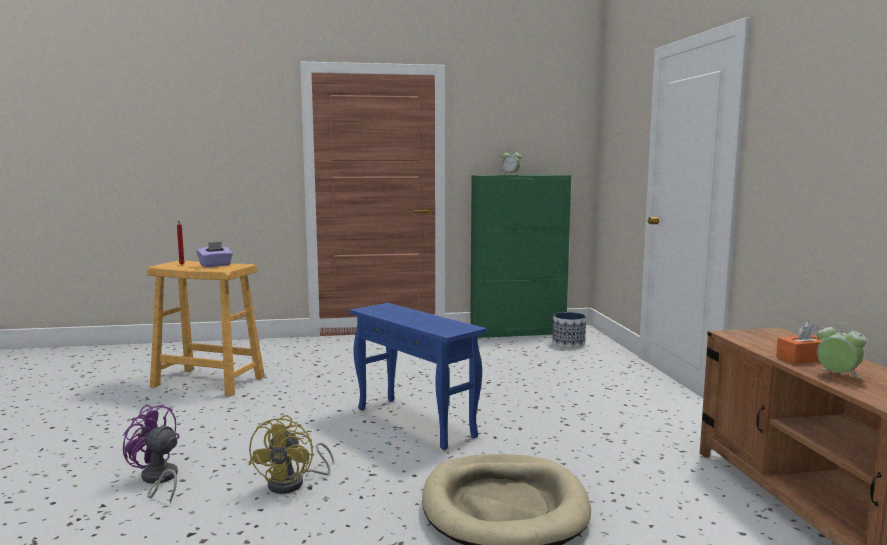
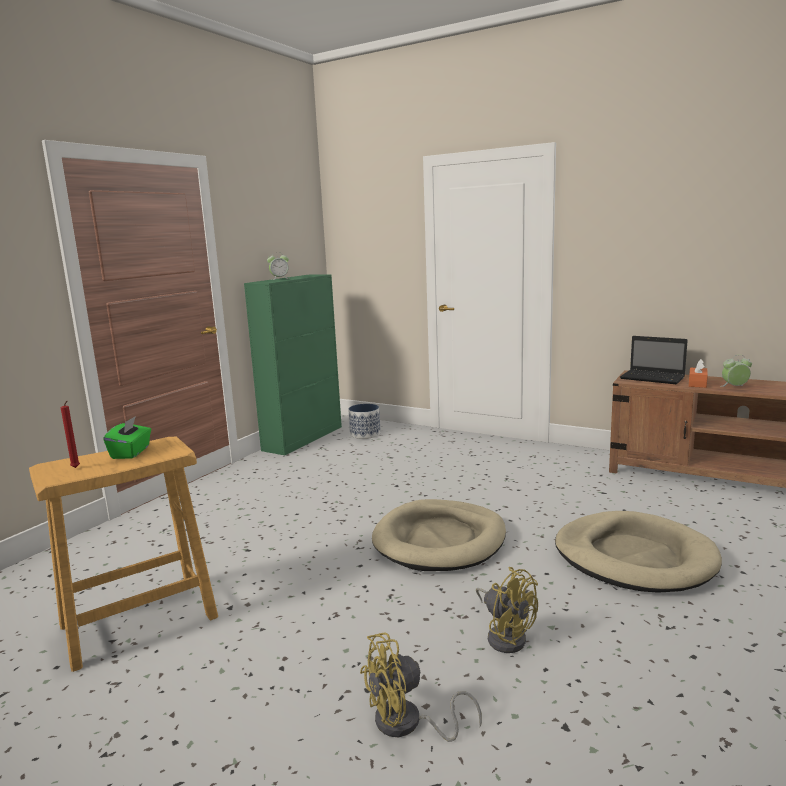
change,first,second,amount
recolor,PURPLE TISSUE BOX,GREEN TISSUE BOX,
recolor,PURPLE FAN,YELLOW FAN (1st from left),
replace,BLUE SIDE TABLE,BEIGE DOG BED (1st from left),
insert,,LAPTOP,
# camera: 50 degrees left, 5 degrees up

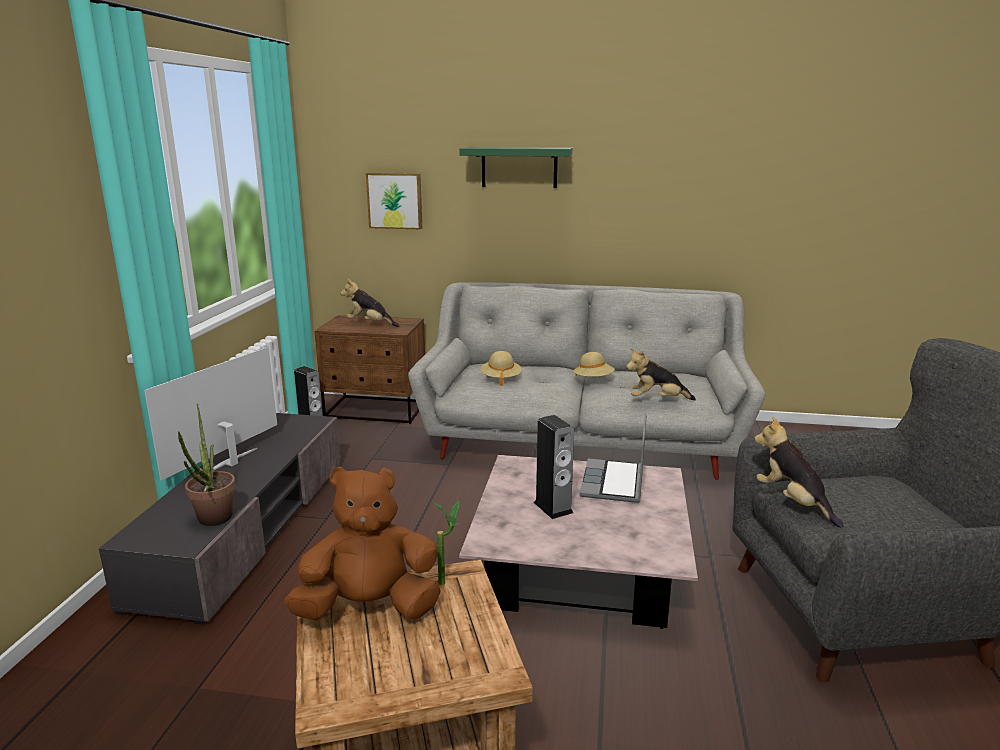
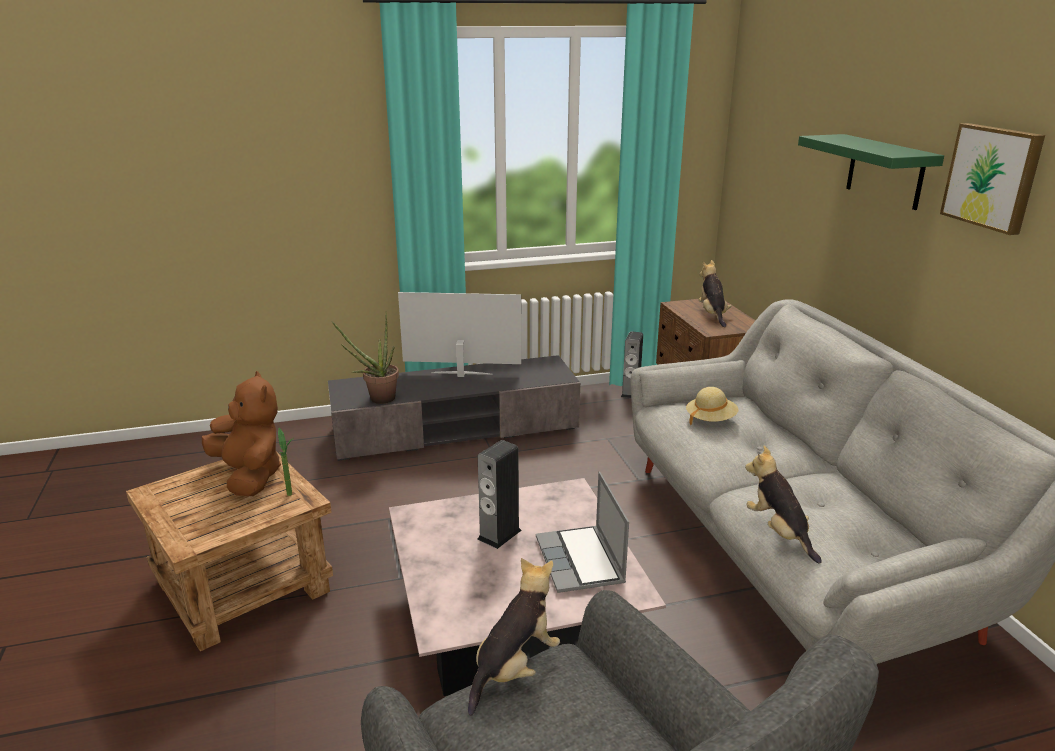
change,first,second,amount
rotate,LAPTOP,,90 degrees counterclockwise
move,PICTURE,,
delete,BEIGE HAT (2nd from left),,
# camera: 65 degrees right, 5 degrees up

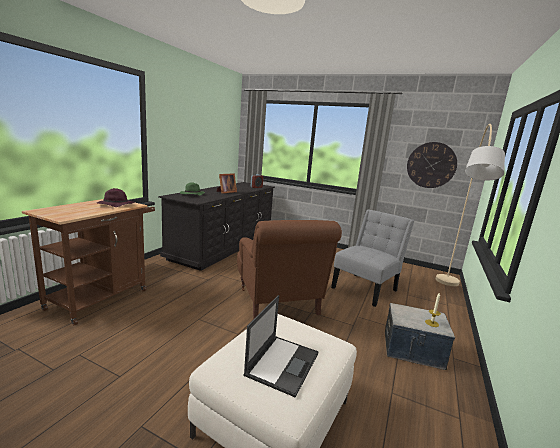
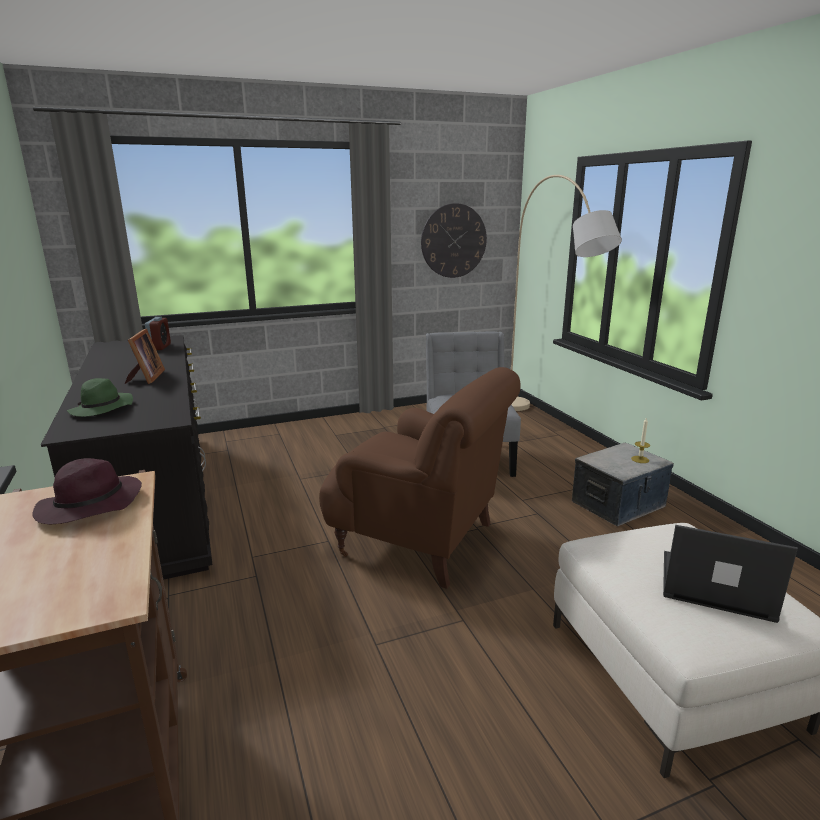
change,first,second,amount
rotate,LAPTOP,,45 degrees counterclockwise
# camera: 45 degrees left, 5 degrees up

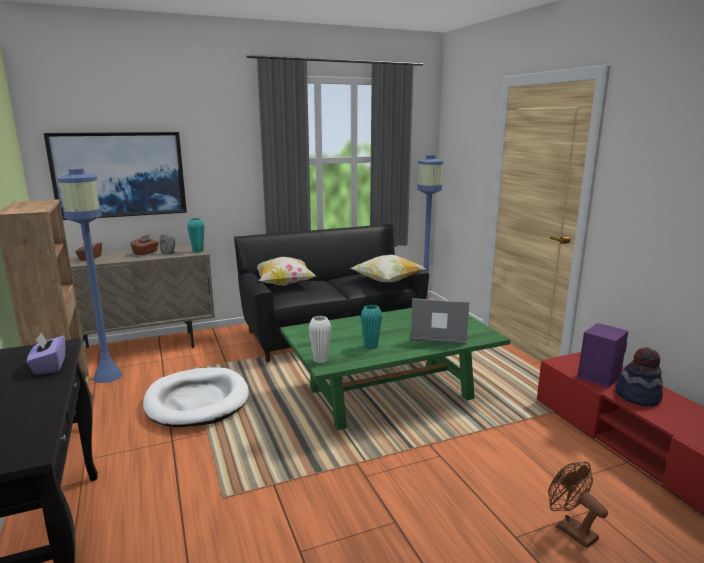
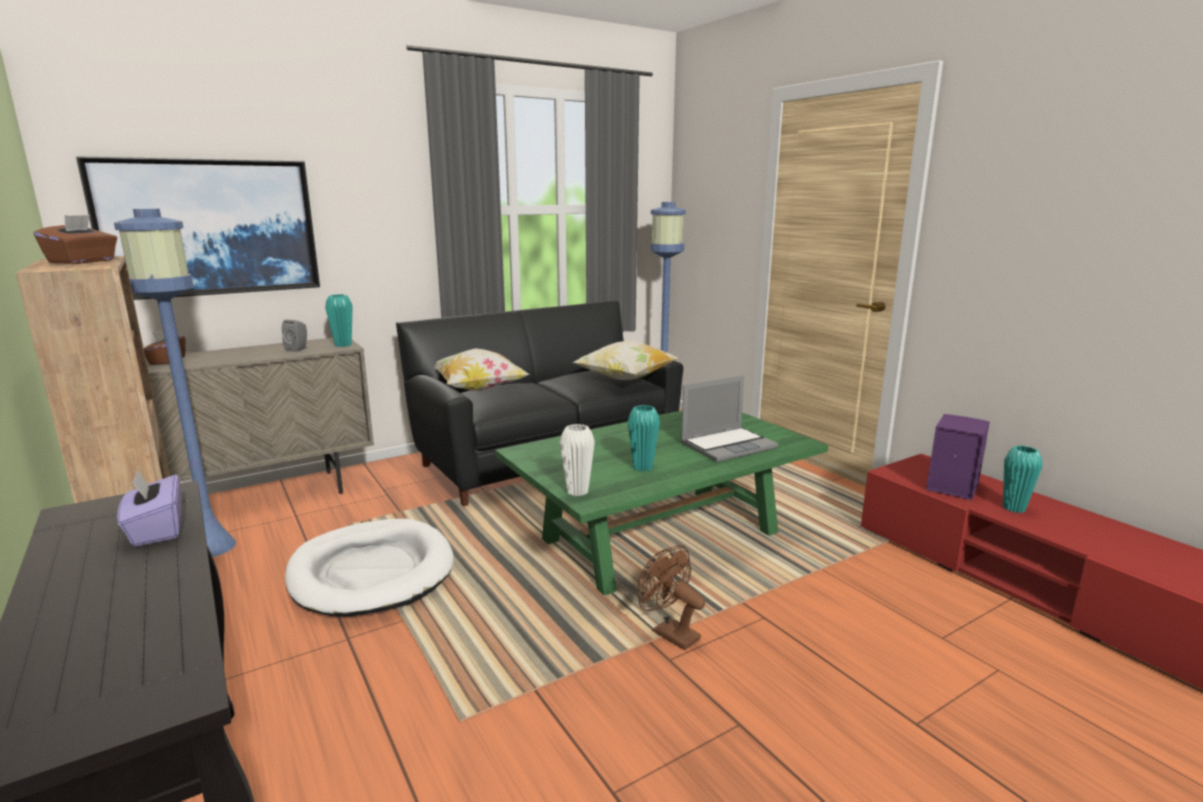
change,first,second,amount
move,BROWN TISSUE BOX (2nd from left in the first image),BROWN TISSUE BOX (1st from left),
move,BROWN FAN,,
rotate,LAPTOP,,150 degrees clockwise
replace,HAT,TURQUOISE VASE (3rd from left),
# camera: 10 degrees left, 0 degrees up

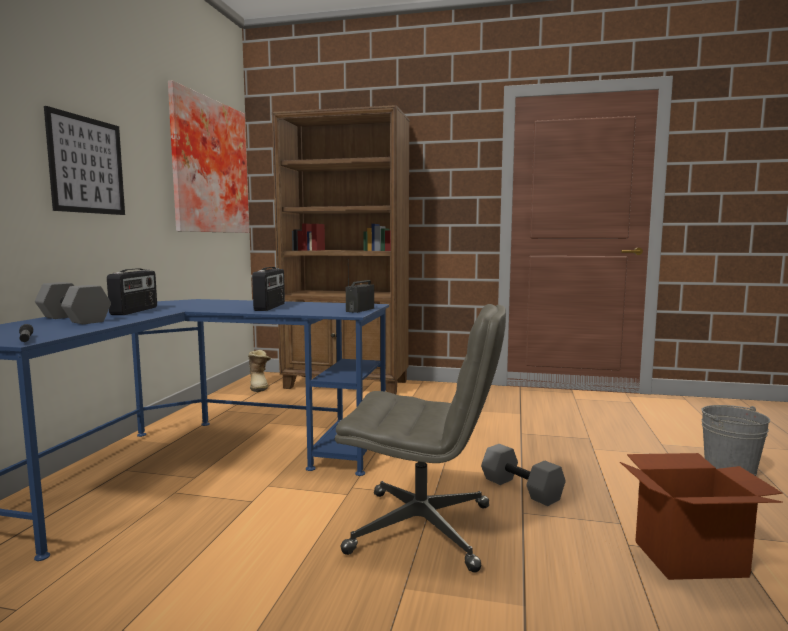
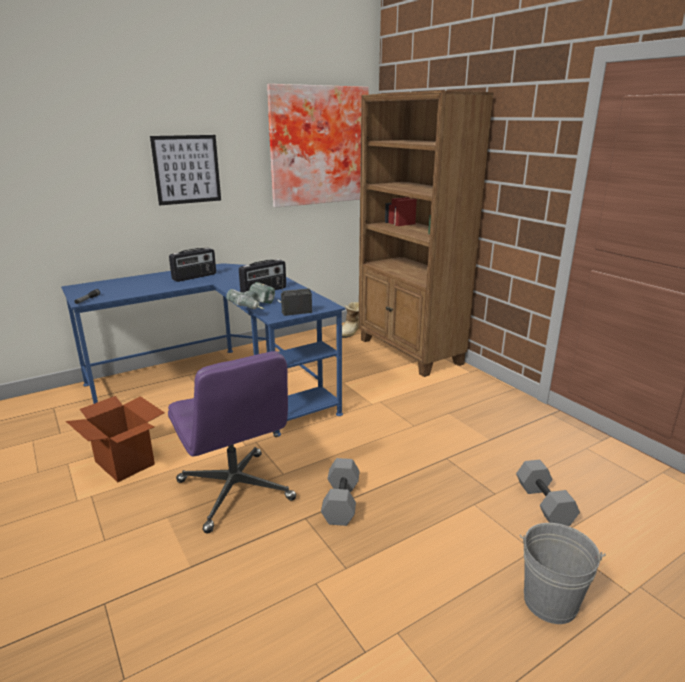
change,first,second,amount
move,CARDBOARD BOX,,
recolor,GREY OFFICE CHAIR,PURPLE OFFICE CHAIR,
insert,,POWER DRILL,
move,GREY DUMBBELL (1st from left in the first image),GREY DUMBBELL (2nd from left),
# camera: 45 degrees right, 15 degrees up

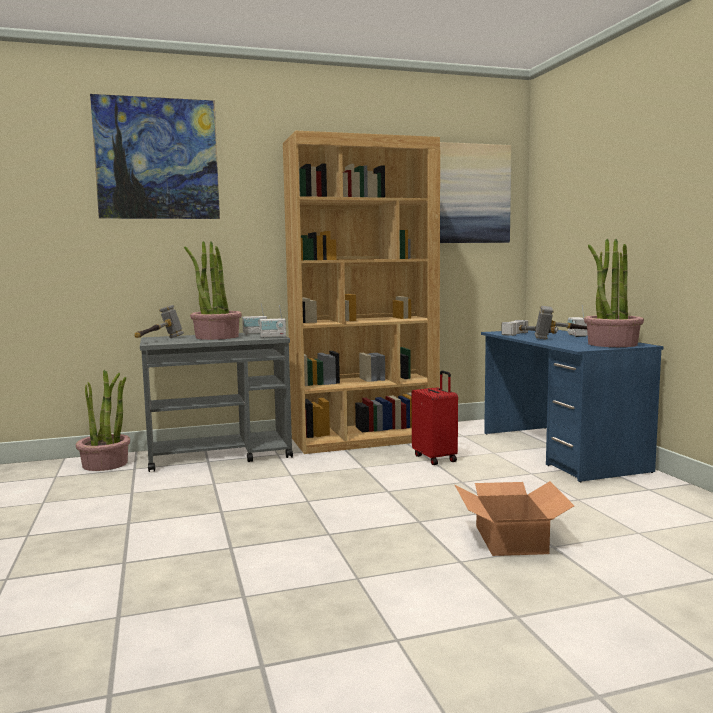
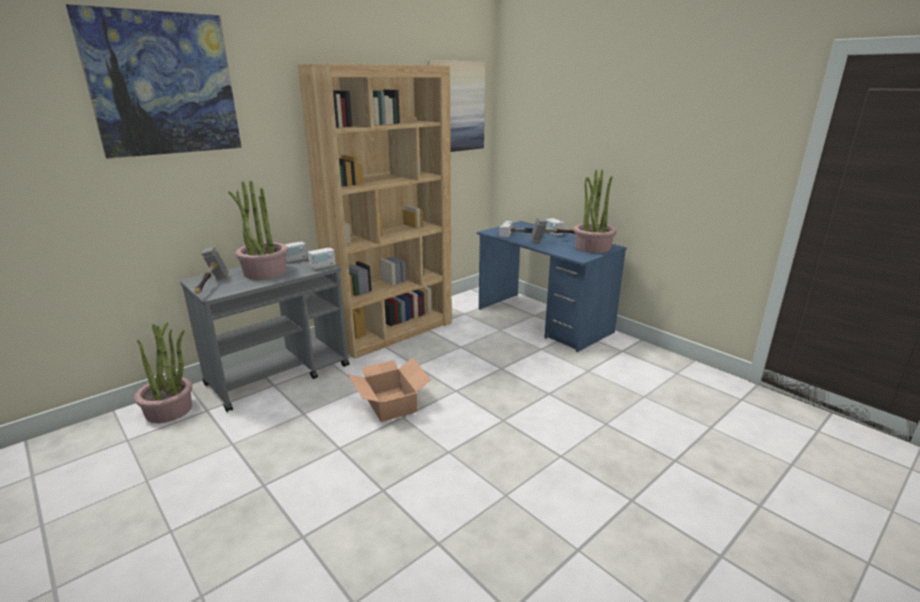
change,first,second,amount
move,CARDBOARD BOX,,
delete,RED SUITCASE,,
# camera: 25 degrees left, 15 degrees up

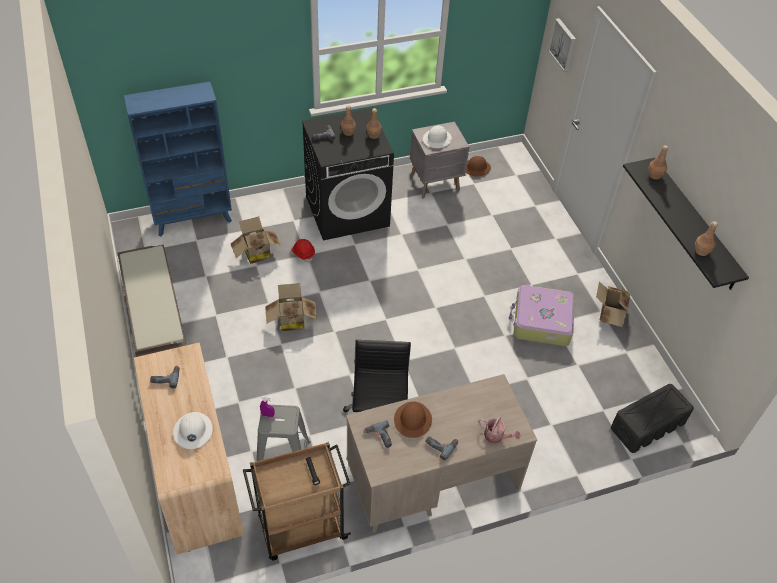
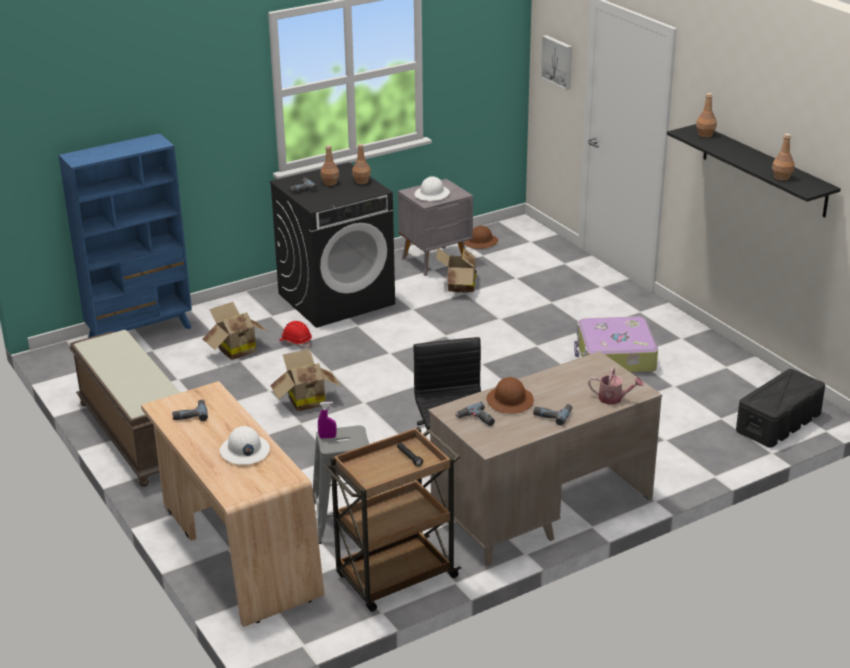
change,first,second,amount
move,CARDBOARD BOX (3rd from left),,
# camera: 10 degrees left, 20 degrees down

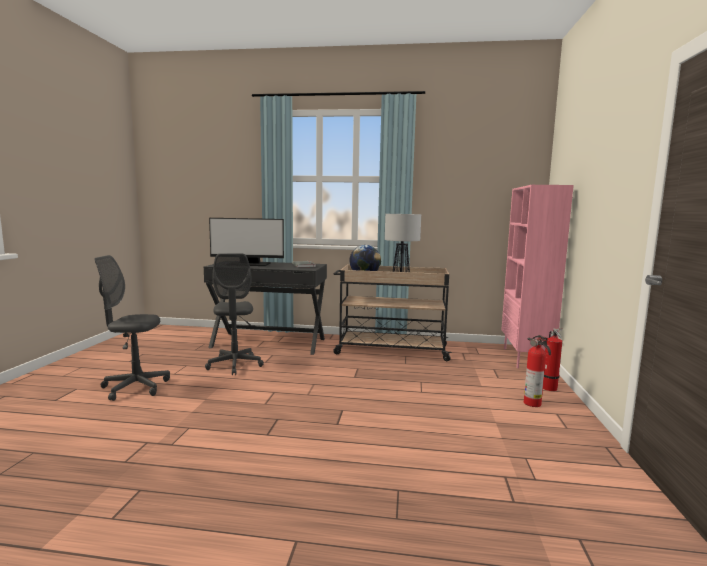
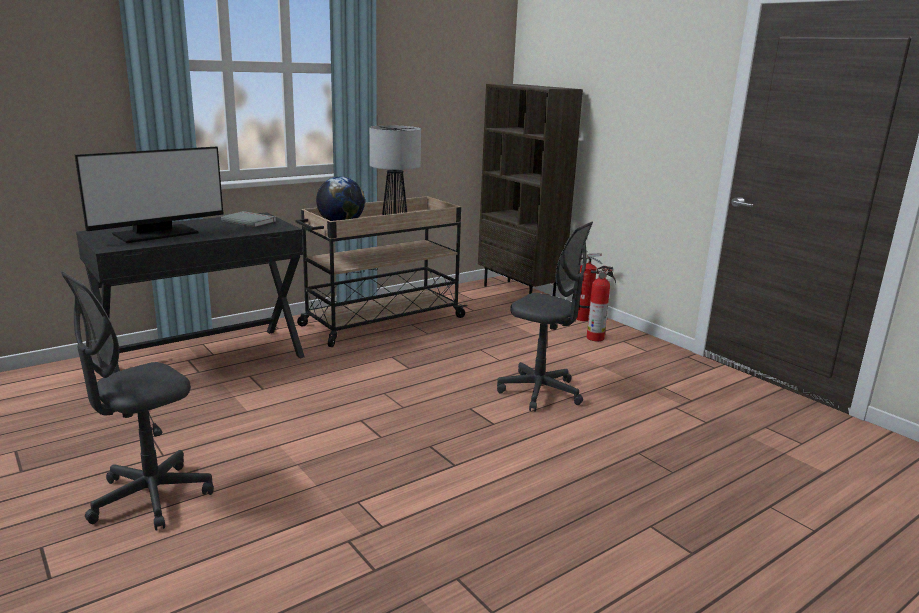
change,first,second,amount
recolor,PINK BOOKCASE,BROWN BOOKCASE,
move,GREY OFFICE CHAIR (2nd from left),,
# camera: 45 degrees left, 10 degrees up

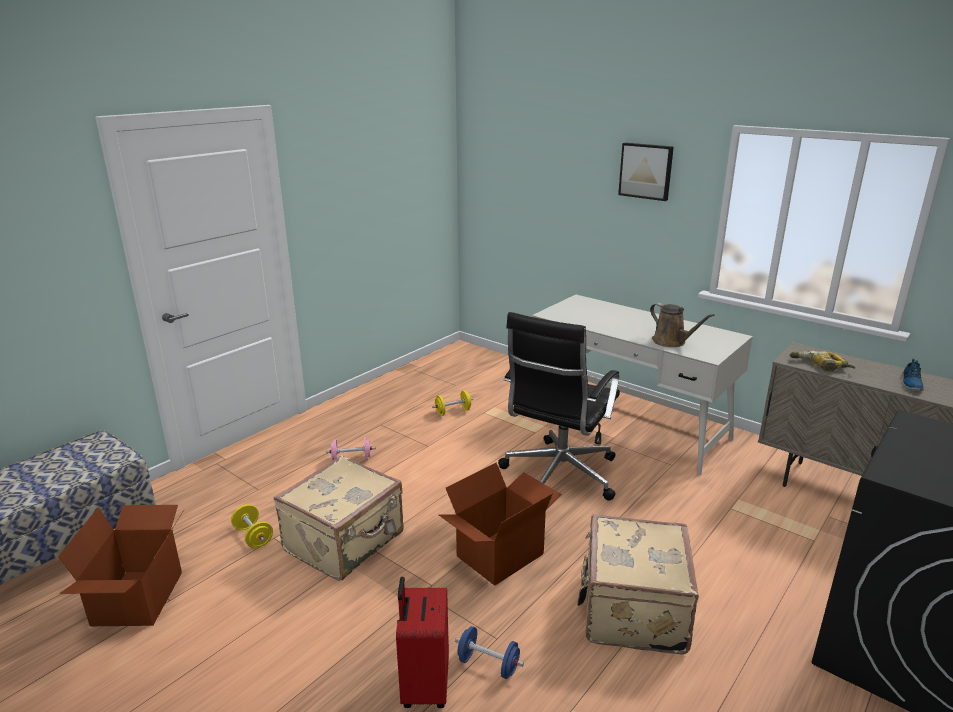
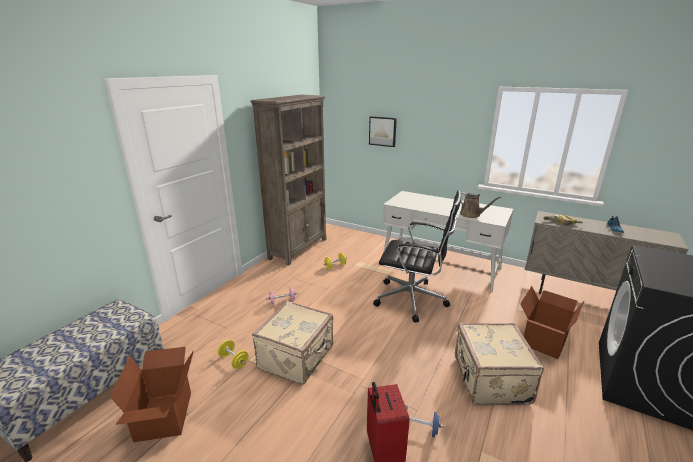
change,first,second,amount
insert,,BROWN BOOKCASE,
move,PICTURE,,
rotate,BLACK OFFICE CHAIR,,90 degrees counterclockwise
move,CARDBOARD BOX (2nd from left),,
# camera: 10 degrees left, 0 degrees up

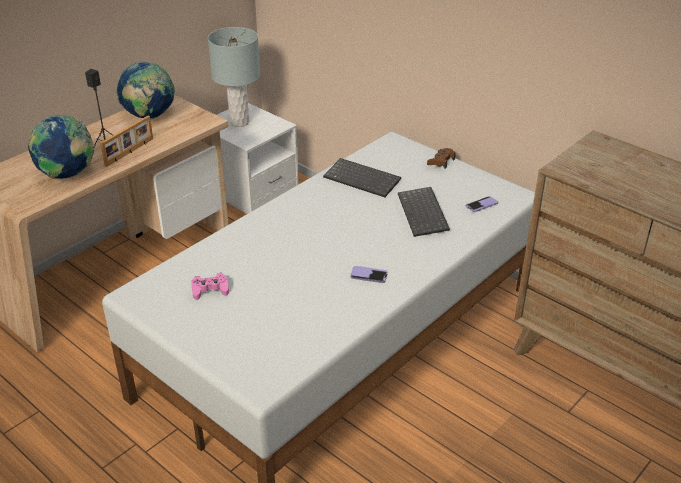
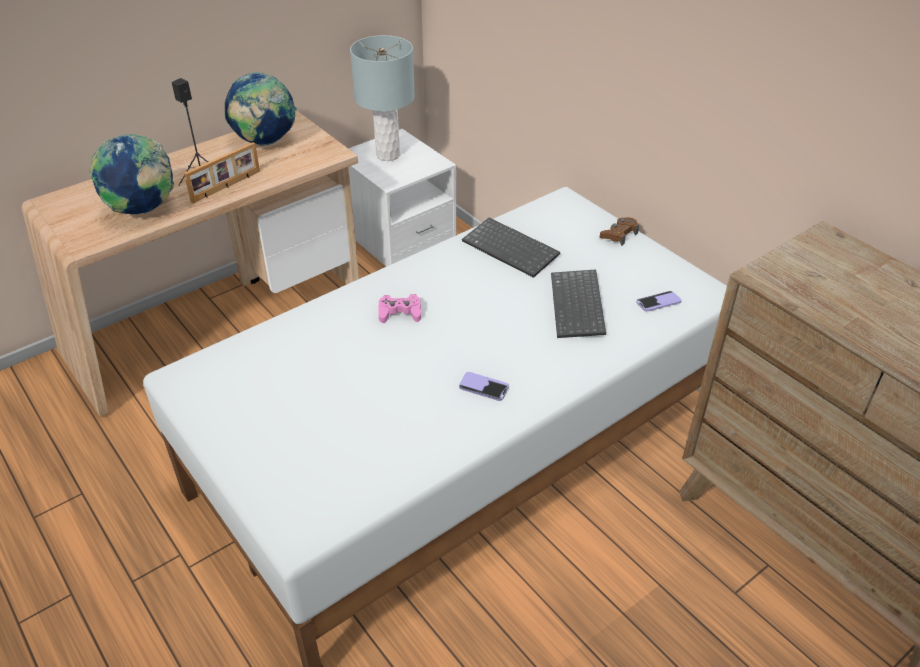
change,first,second,amount
move,PINK GAME CONTROLLER,,
# camera: 10 degrees right, 5 degrees up

